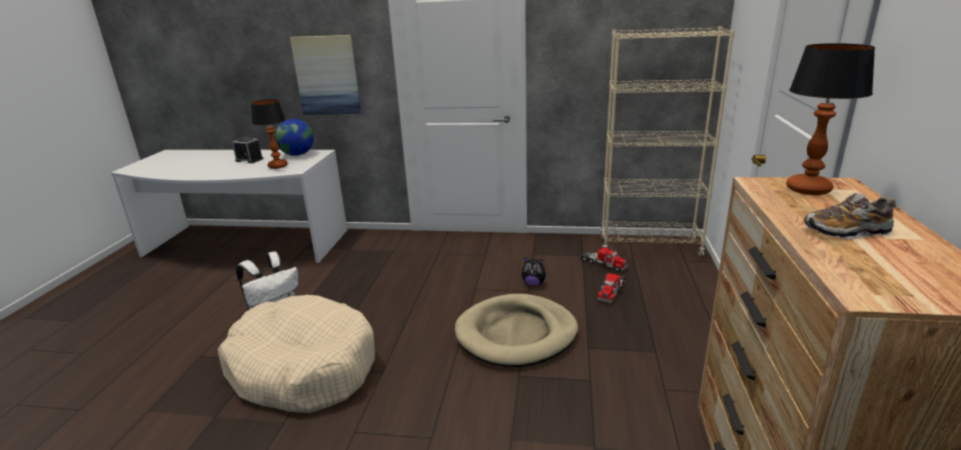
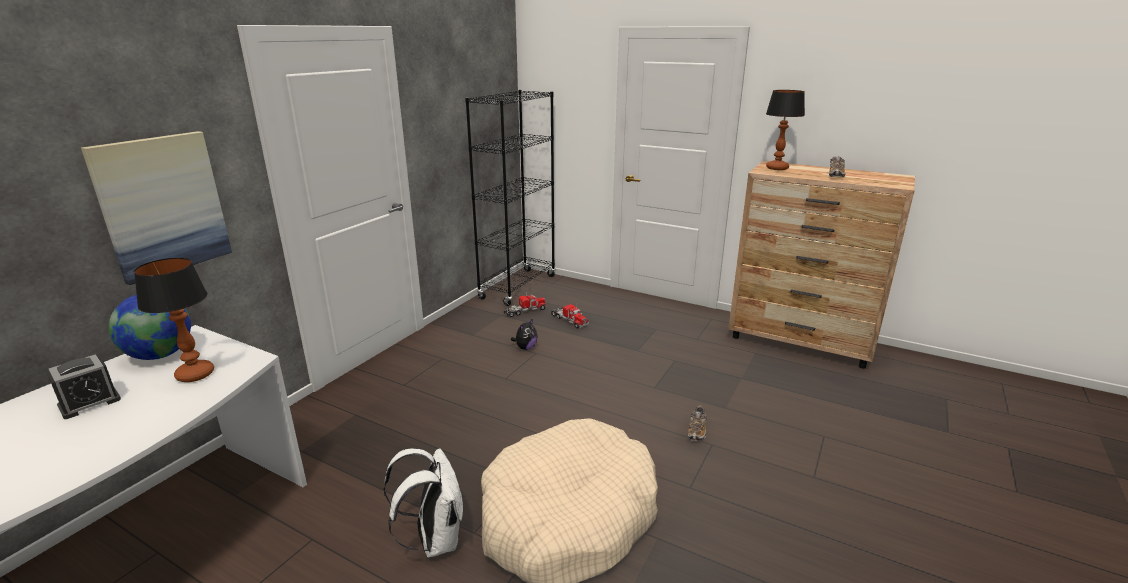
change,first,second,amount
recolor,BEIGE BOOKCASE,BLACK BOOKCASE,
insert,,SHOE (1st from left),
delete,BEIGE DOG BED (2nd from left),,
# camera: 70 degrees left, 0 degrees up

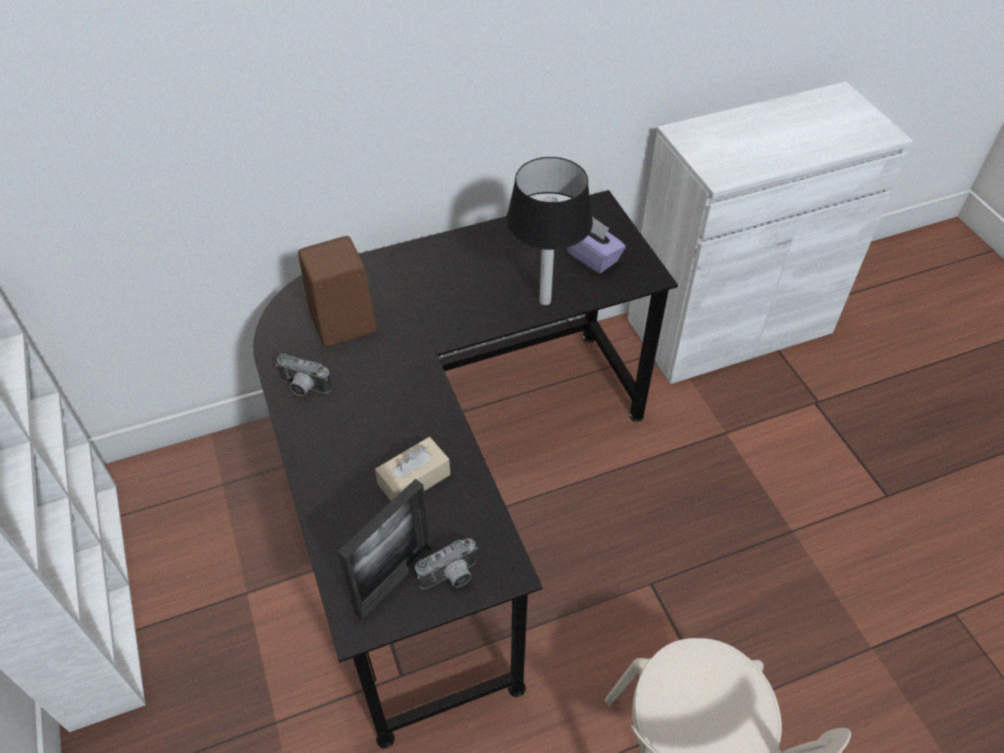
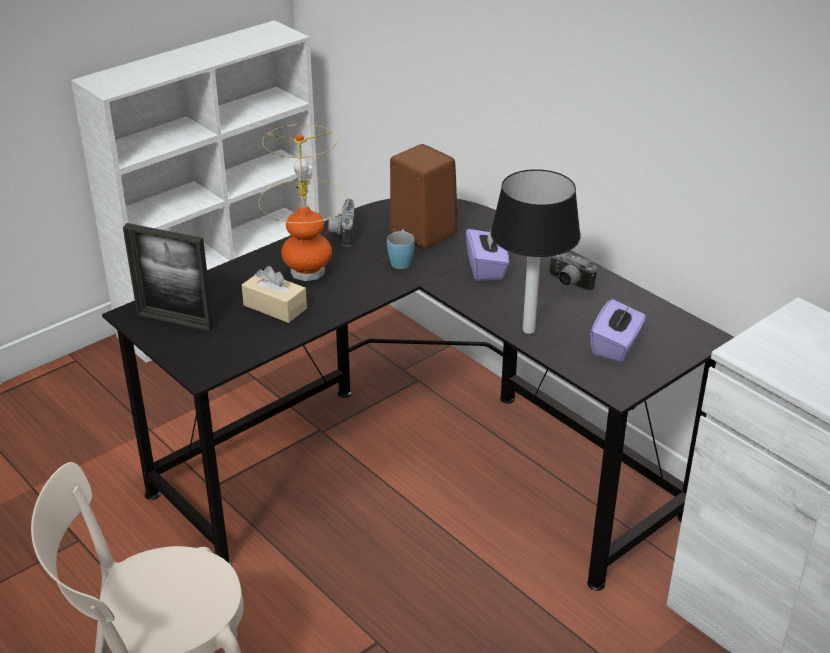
change,first,second,amount
insert,,TABLE LAMP (1st from left),
insert,,BLUE MUG,
insert,,PURPLE TISSUE BOX (1st from left),
move,PHOTO CAMERA (2nd from left),,
# camera: 70 degrees right, 15 degrees down

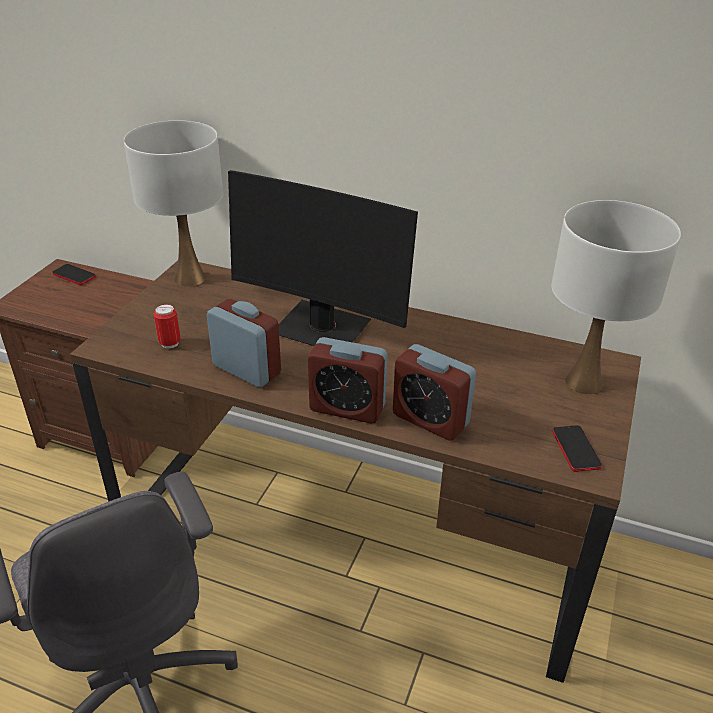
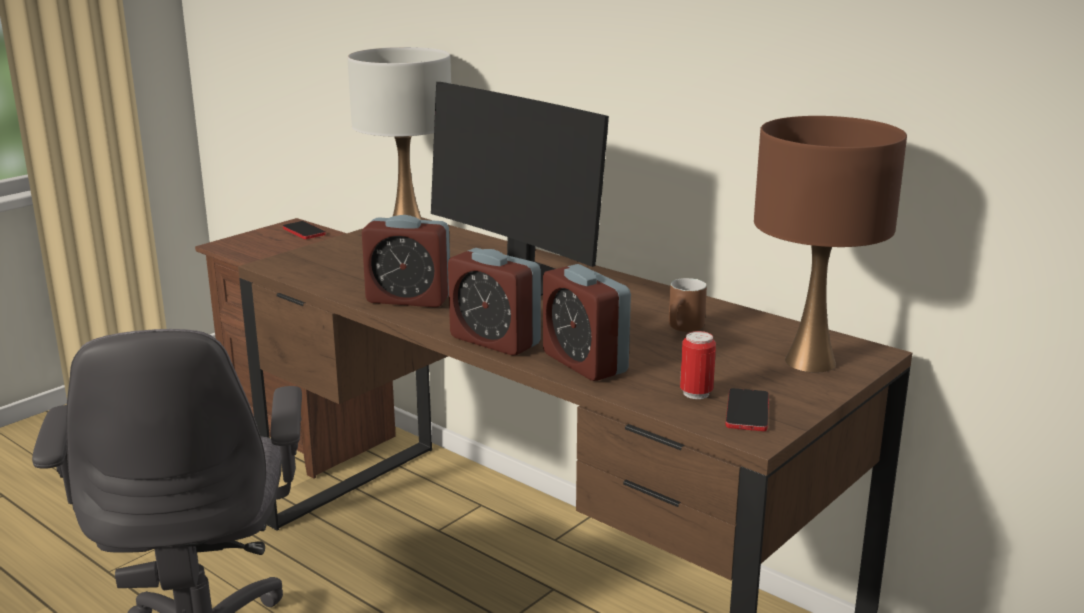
change,first,second,amount
rotate,ALARM CLOCK (1st from left),,135 degrees clockwise
insert,,BROWN MUG,
move,CAN,,
recolor,WHITE TABLE LAMP (2nd from left),BROWN TABLE LAMP,
# camera: 20 degrees right, 15 degrees down

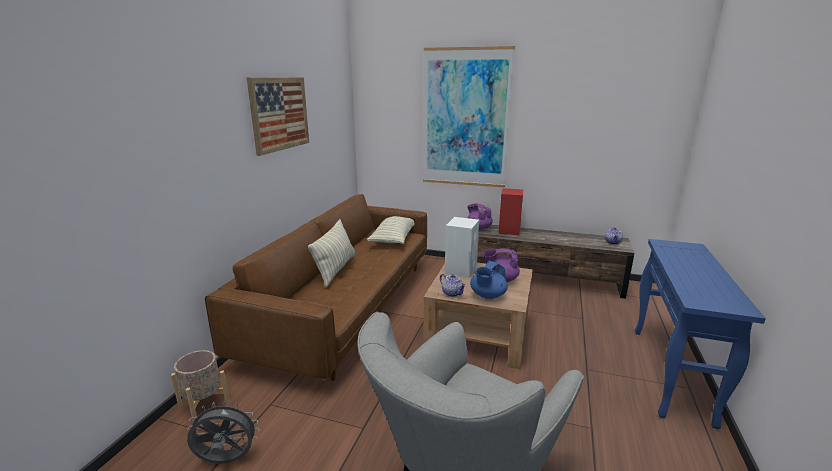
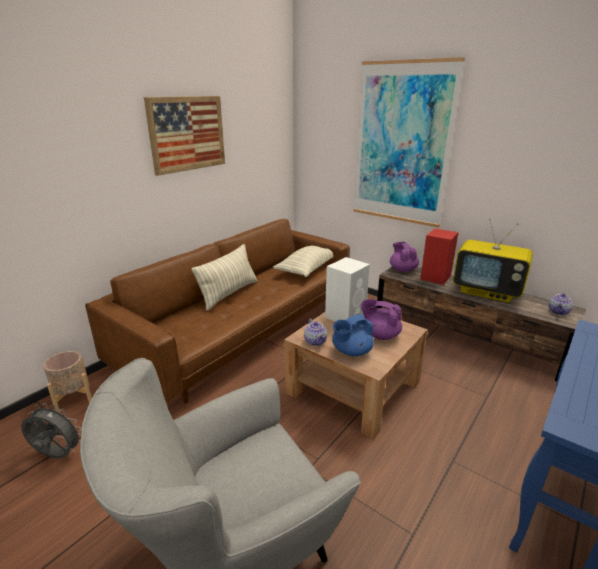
change,first,second,amount
insert,,TELEVISION,
# camera: 20 degrees right, 5 degrees up

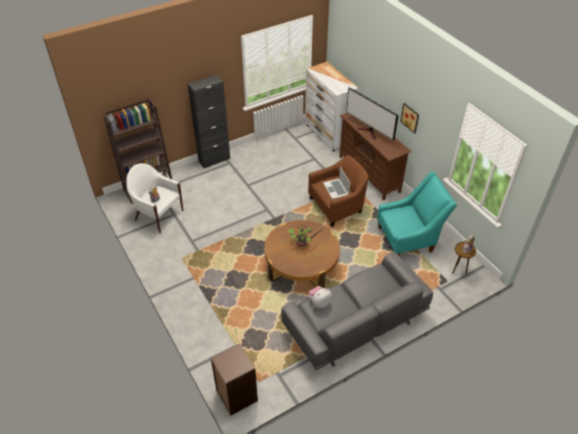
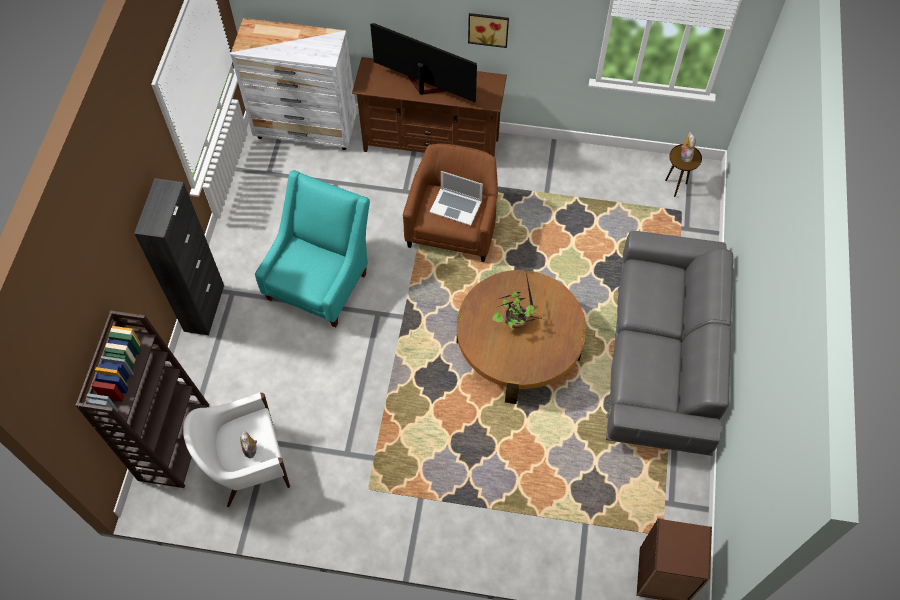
change,first,second,amount
move,TURQUOISE ARMCHAIR,,
rotate,TELEVISION,,150 degrees counterclockwise
delete,PLUSH TOY (2nd from left),,
# camera: 50 degrees left, 15 degrees up

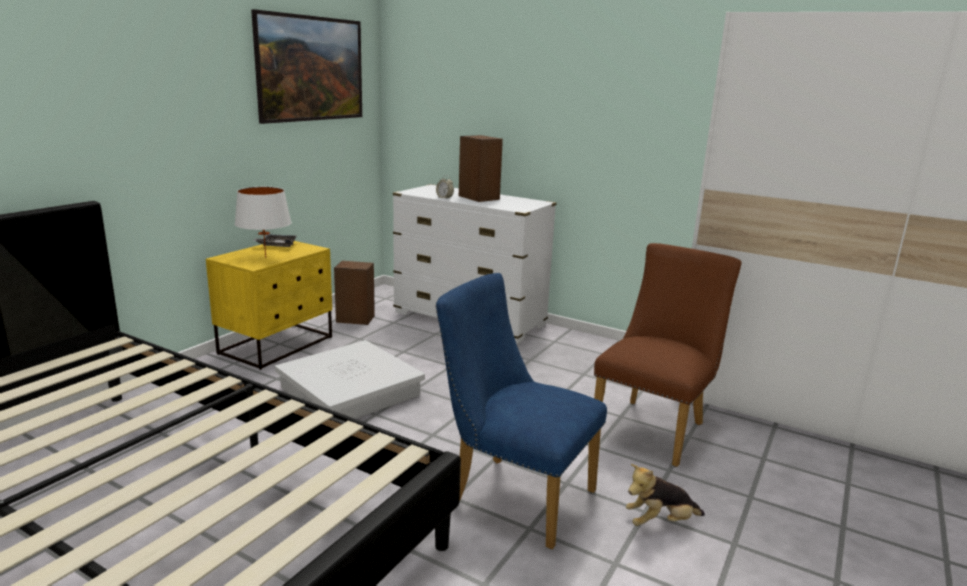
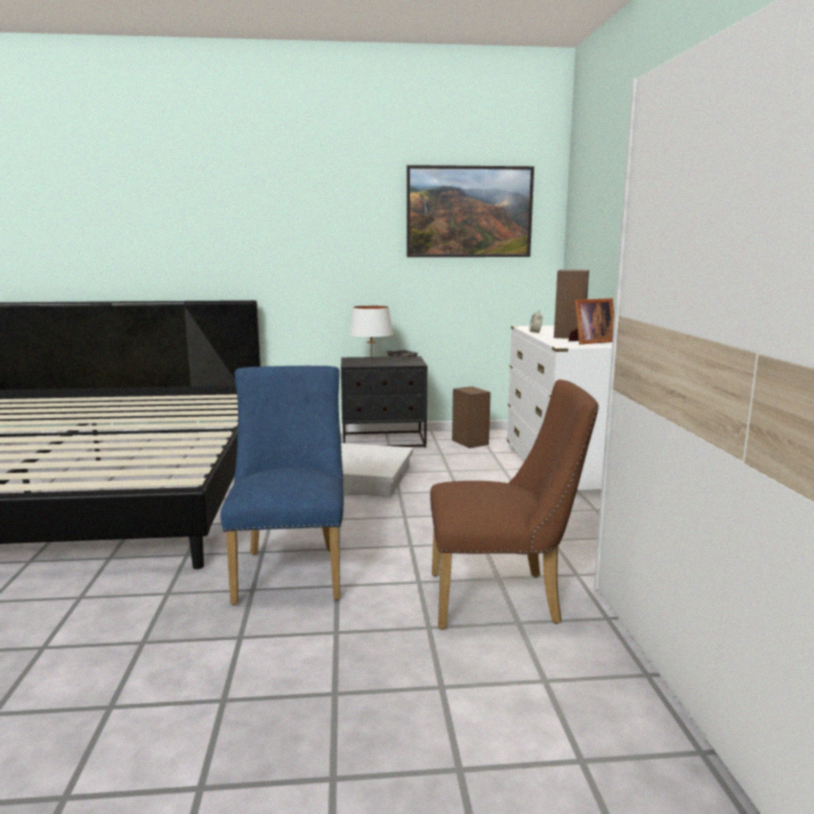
change,first,second,amount
recolor,YELLOW NIGHTSTAND,BLACK NIGHTSTAND,
insert,,PICTURE FRAME,
delete,PLUSH TOY,,
# camera: 55 degrees right, 5 degrees down

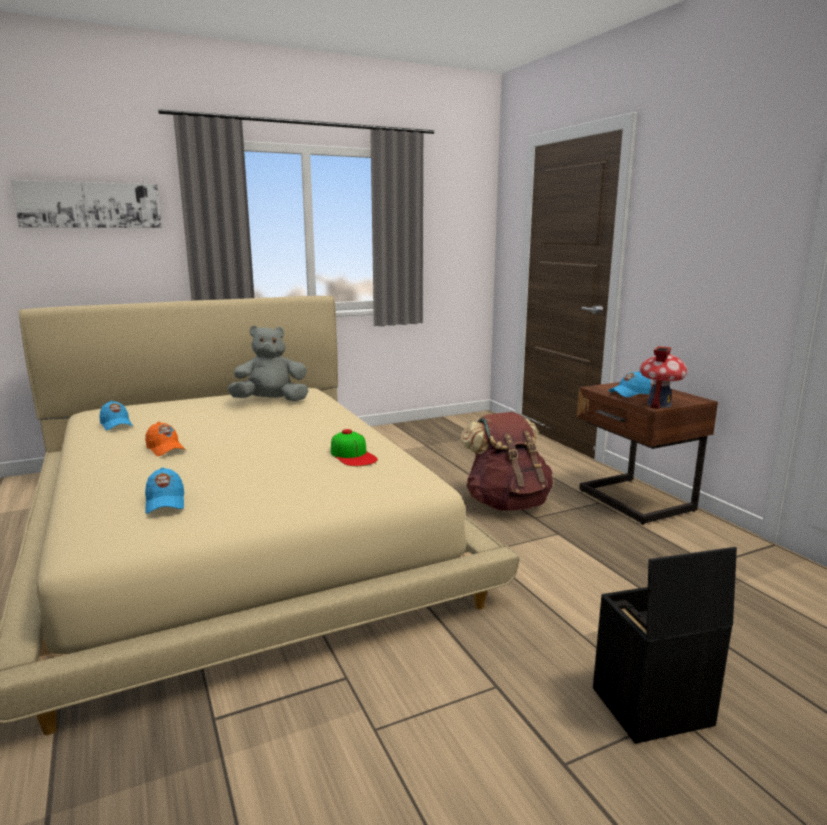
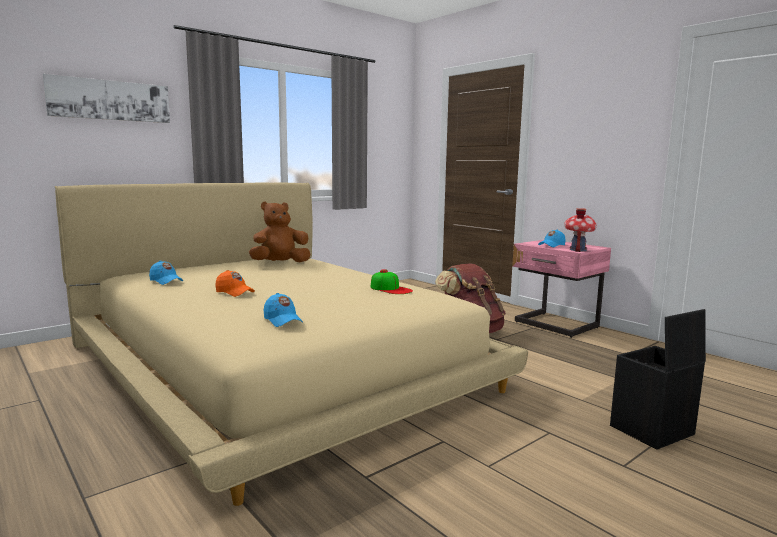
change,first,second,amount
recolor,GREY PLUSH TOY,BROWN PLUSH TOY,
recolor,BROWN NIGHTSTAND,PINK NIGHTSTAND,
# camera: 15 degrees left, 5 degrees down

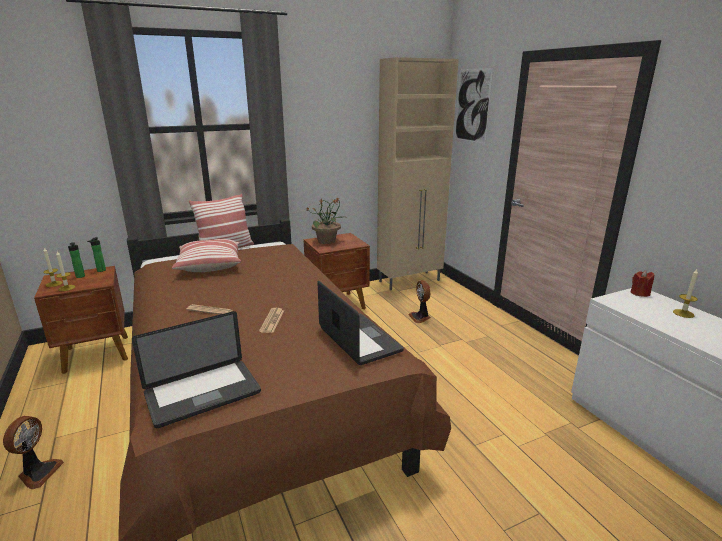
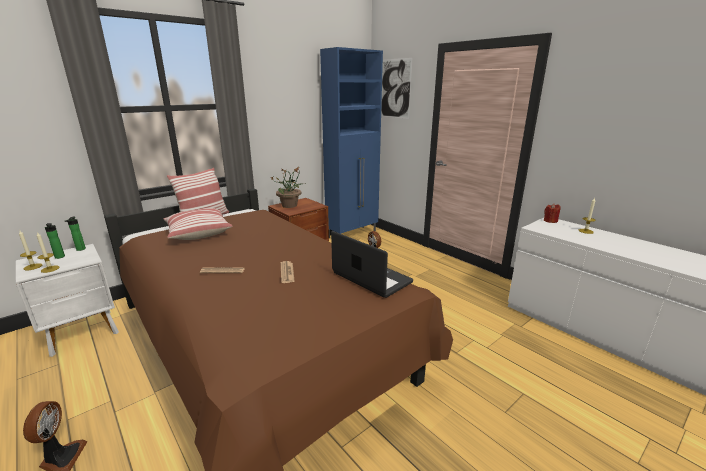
change,first,second,amount
recolor,BROWN NIGHTSTAND (1st from left),WHITE NIGHTSTAND,
recolor,BEIGE CABINET,BLUE CABINET,
delete,LAPTOP (1st from left),,
# camera: 15 degrees left, 0 degrees up

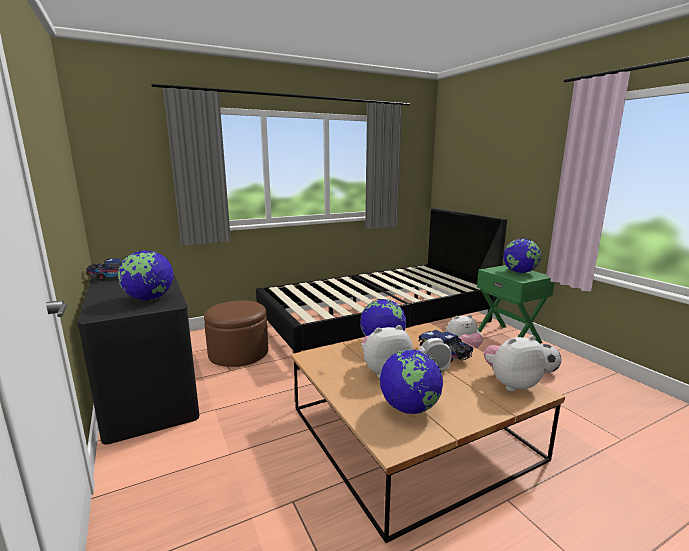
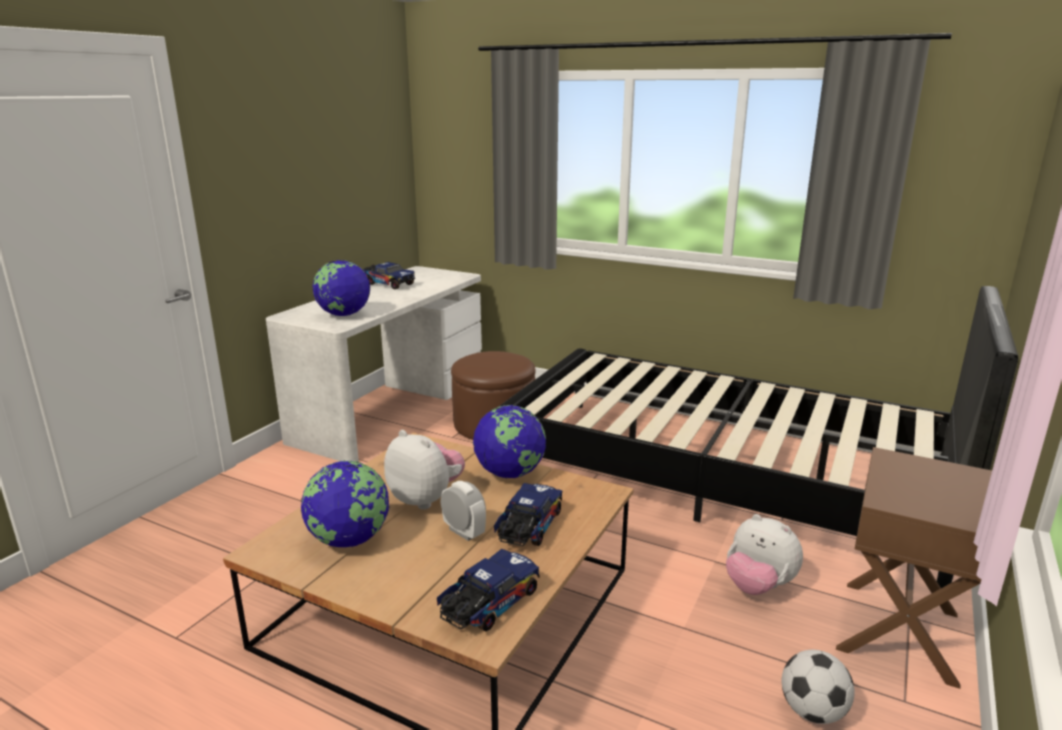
change,first,second,amount
recolor,BLACK DESK,WHITE DESK,
replace,PLUSH TOY (3rd from left),TOY TRUCK (2nd from left),
recolor,GREEN NIGHTSTAND,BROWN NIGHTSTAND,
delete,GLOBE (4th from left),,
# camera: 55 degrees right, 5 degrees up

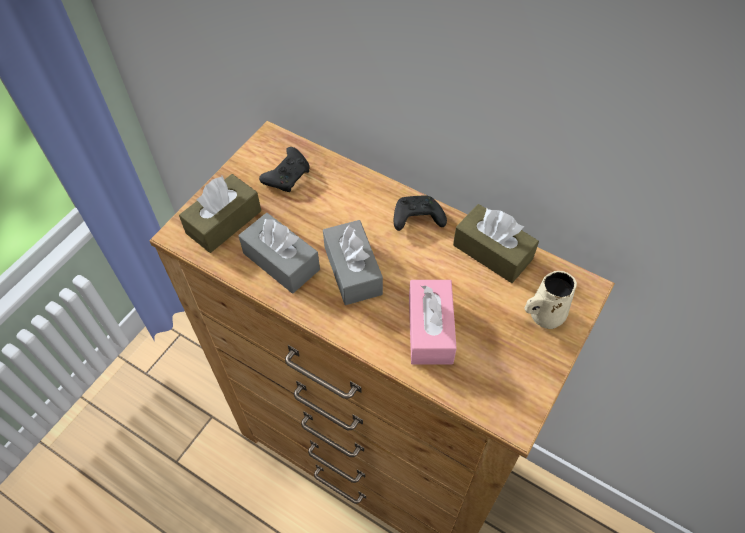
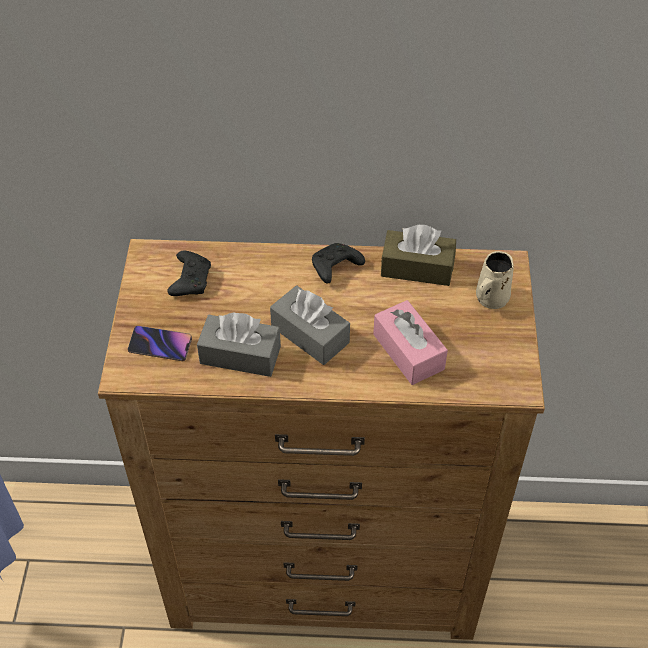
change,first,second,amount
replace,BROWN TISSUE BOX (1st from left),PHONE,
# camera: 30 degrees left, 5 degrees down

